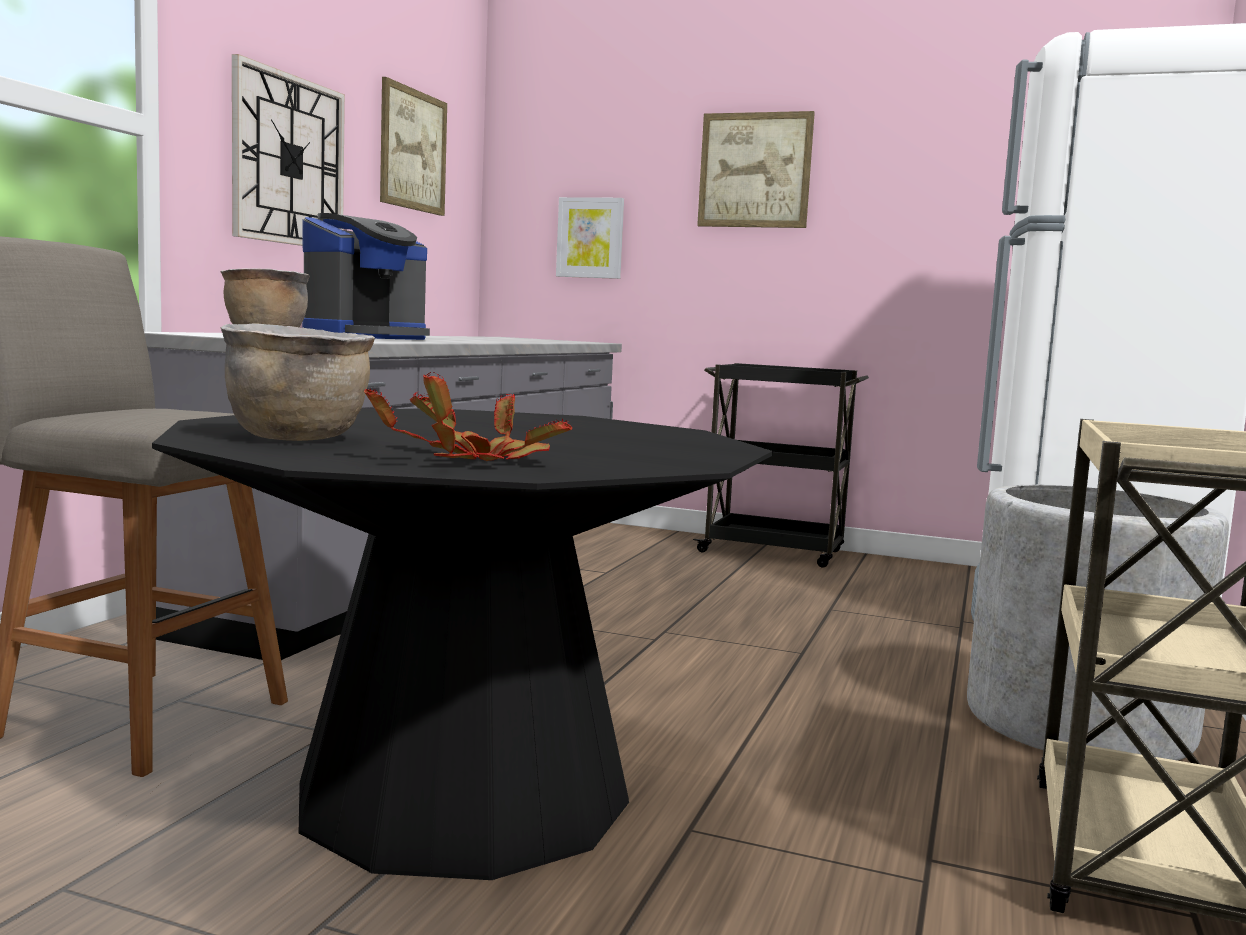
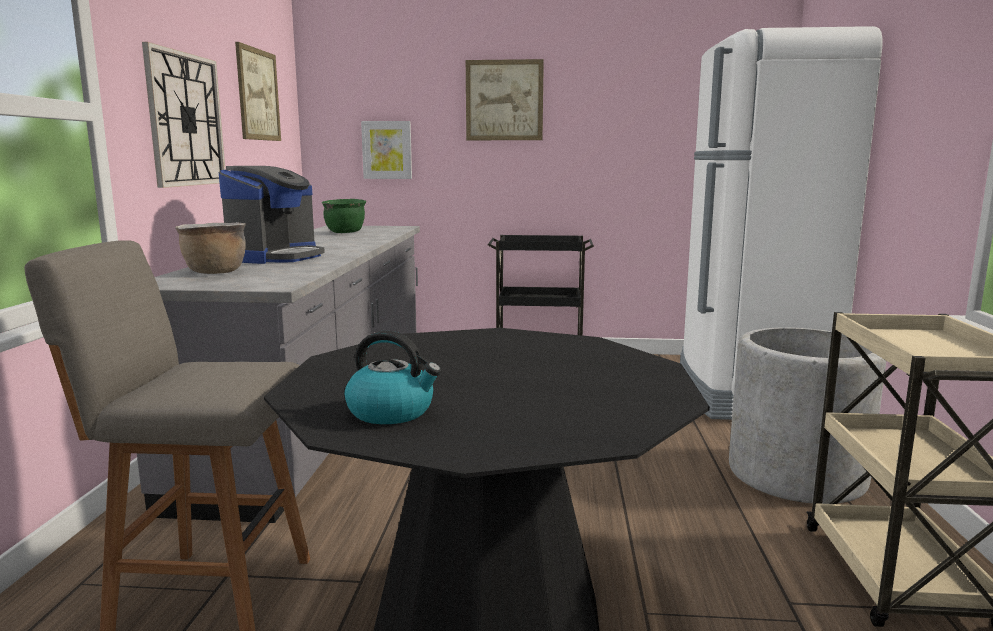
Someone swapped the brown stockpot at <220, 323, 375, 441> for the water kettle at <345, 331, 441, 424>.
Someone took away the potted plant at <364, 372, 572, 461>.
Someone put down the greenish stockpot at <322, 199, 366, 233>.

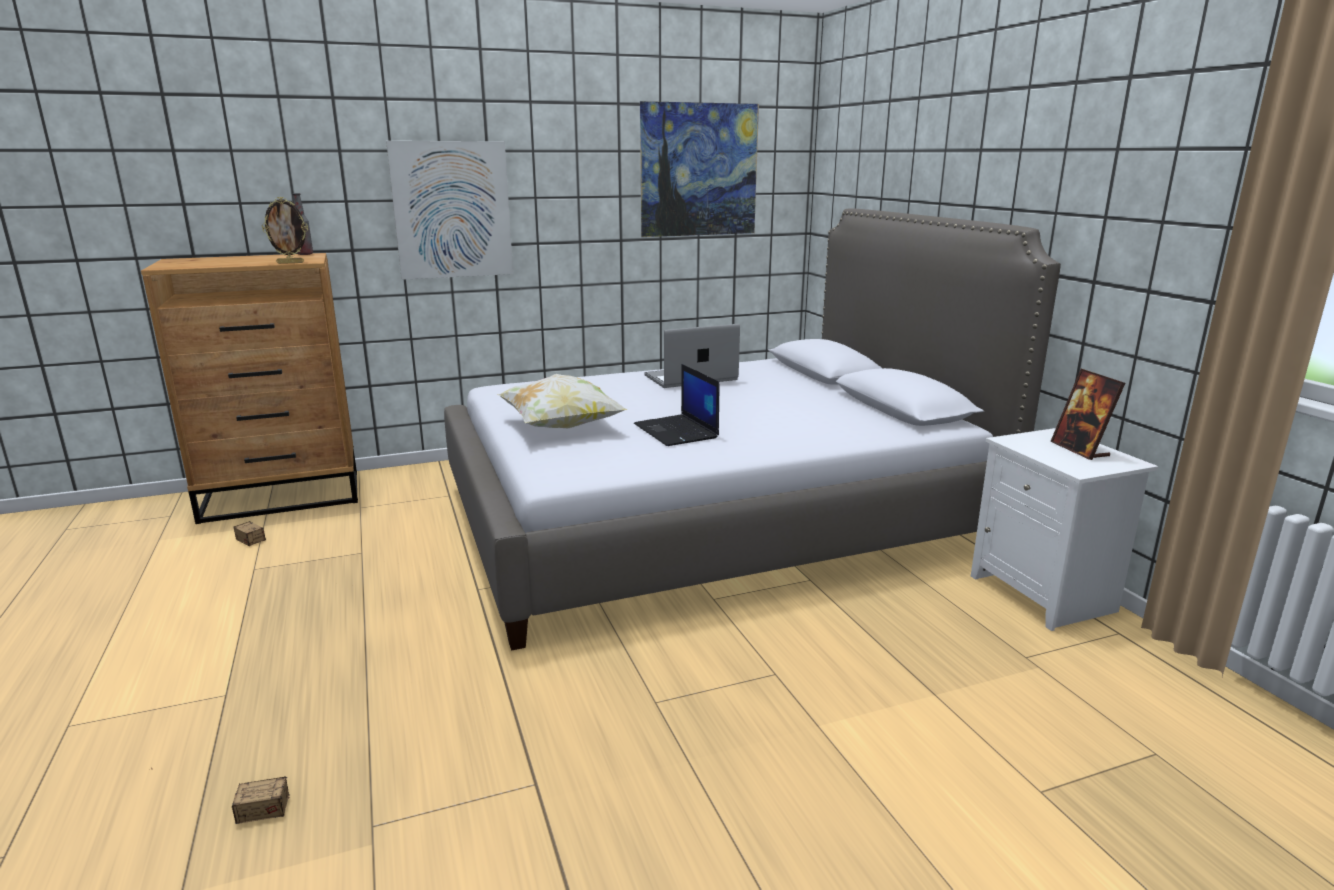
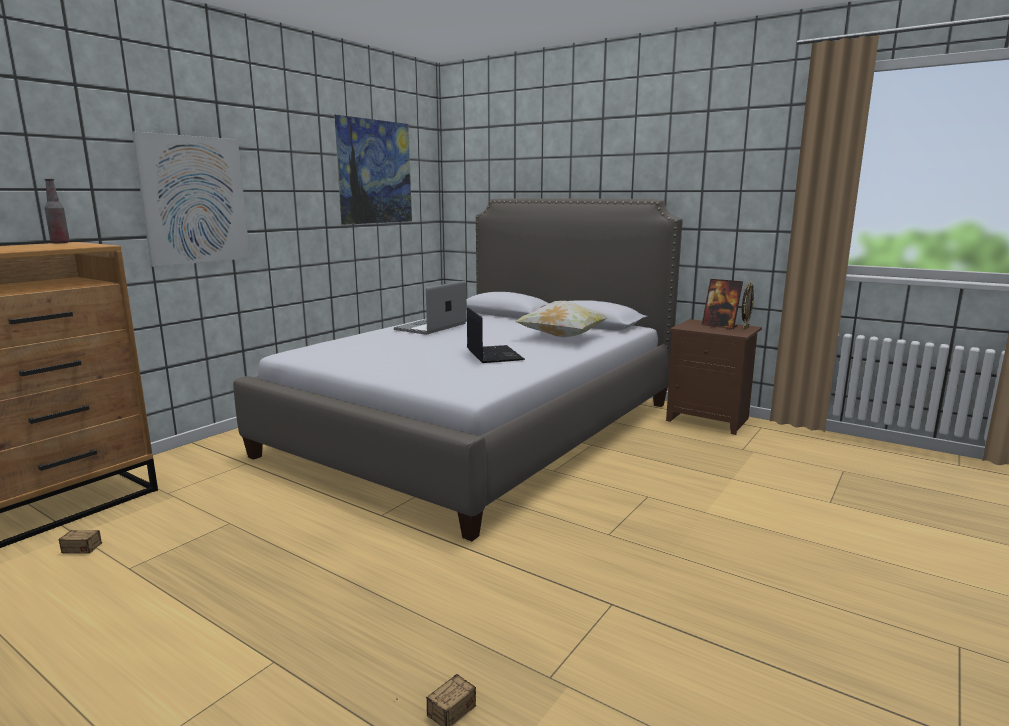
Someone carried the standing frame from <262, 197, 308, 264> to <742, 282, 754, 330>.
Someone carried the cushion from <497, 374, 627, 428> to <514, 301, 609, 338>.
Someone rotated the laptop at <634, 364, 719, 446> by 135 degrees counterclockwise.
Someone repainted the white-coloured bedside table at <971, 428, 1158, 631>, which became the brown bedside table at <666, 319, 762, 435>.

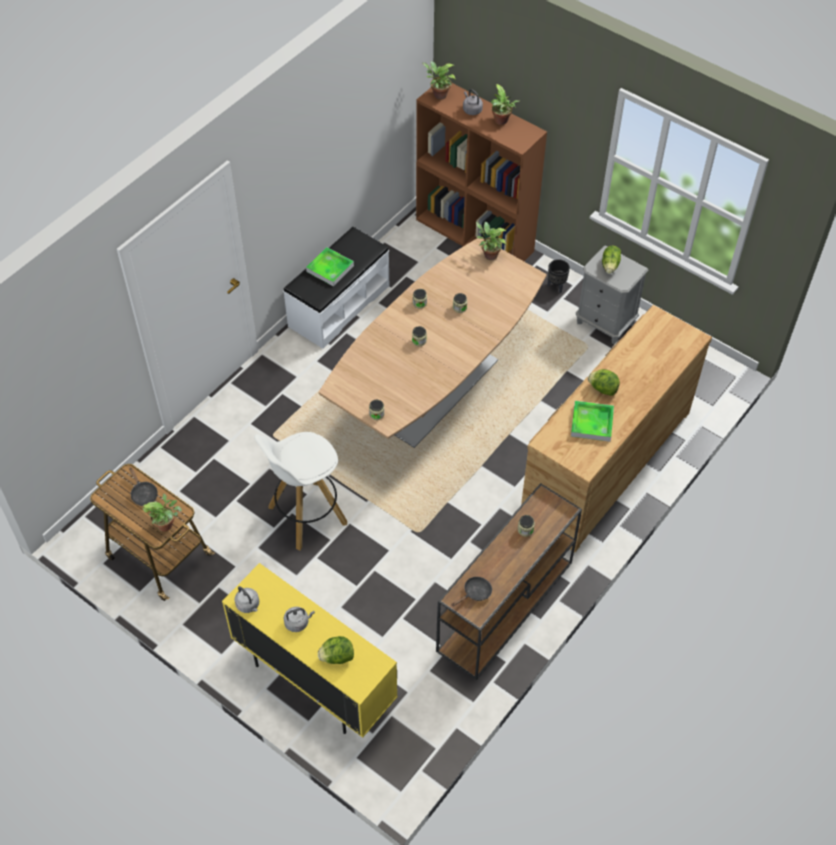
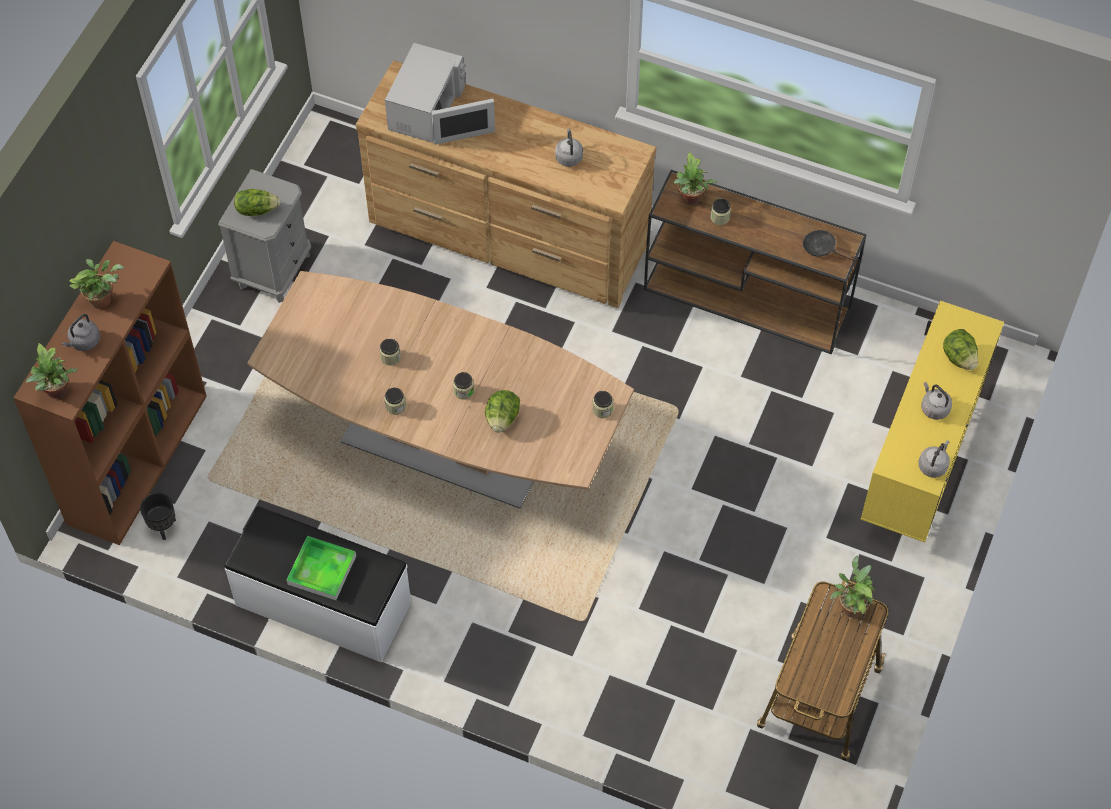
Someone took away the black frying pan at <129, 468, 158, 506>.
Someone took away the white-coloured sitting stool at <254, 432, 347, 550>.
Someone carried the potted plant from <476, 222, 506, 260> to <673, 152, 717, 205>.
Someone carried the black plant pot from <547, 259, 570, 293> to <140, 493, 176, 540>.
Someone swapped the serving tray at <571, 401, 614, 442> for the grey water kettle at <555, 129, 583, 167>.
Someone carried the head of lettuce from <588, 369, 620, 396> to <485, 390, 520, 433>.
Someone put down the white-coloured microwave oven at <385, 43, 495, 145>.

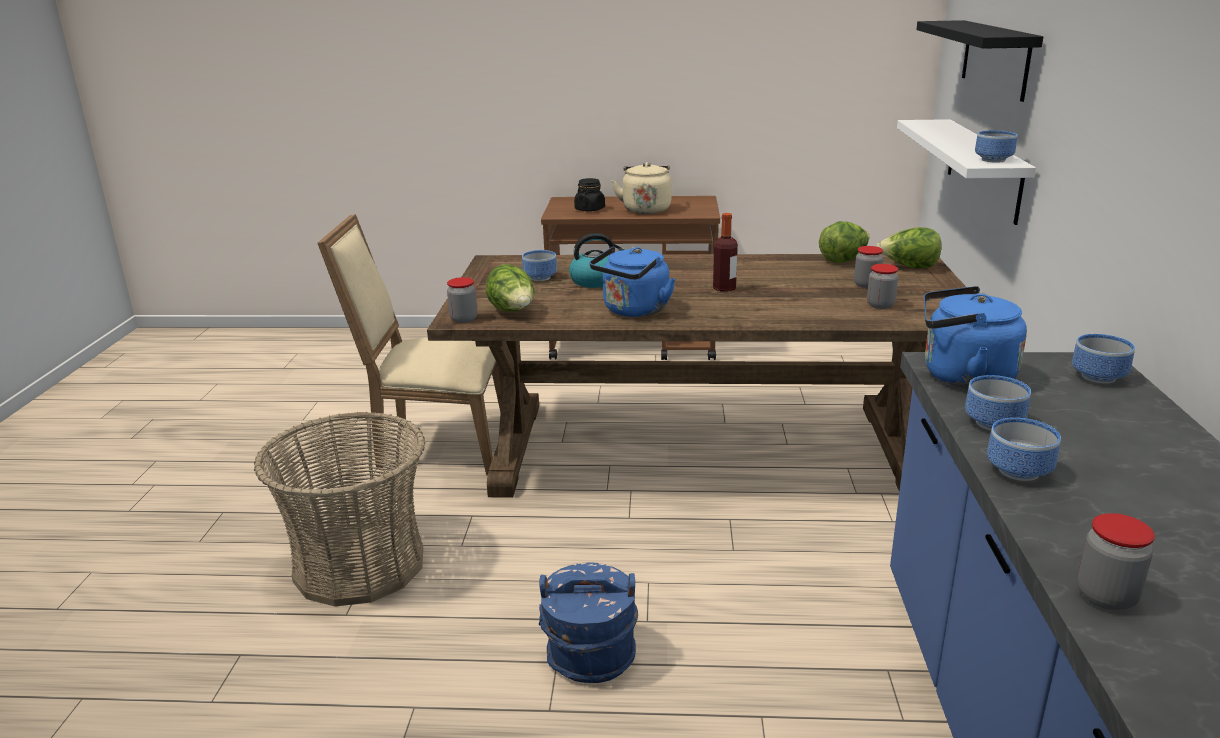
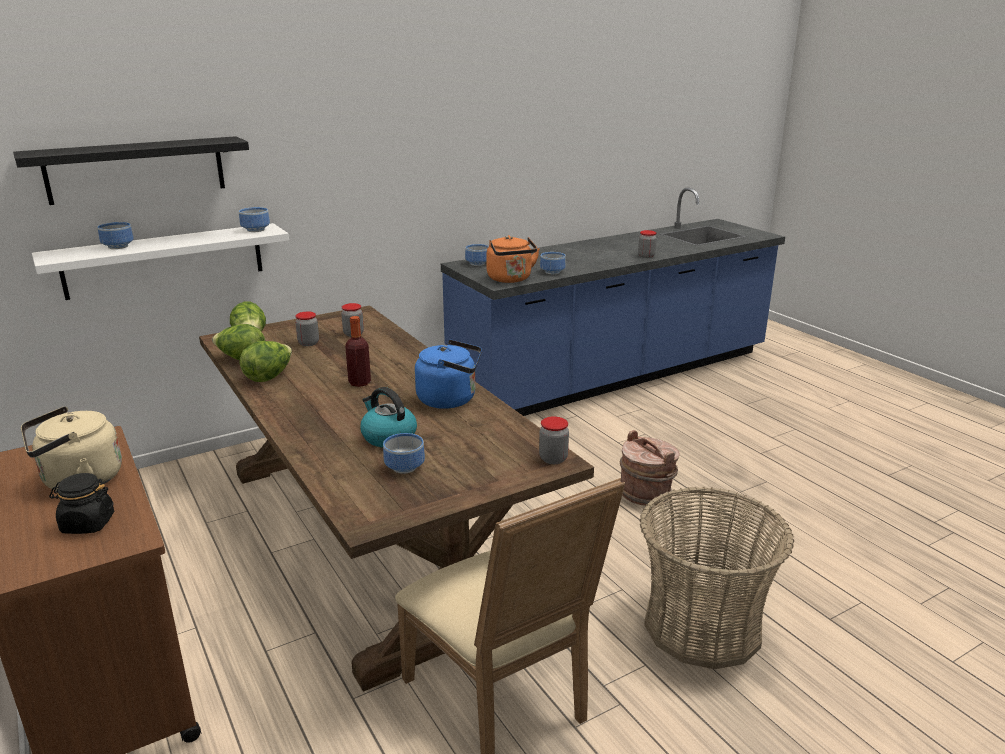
Someone carried the head of lettuce from <486, 264, 534, 311> to <240, 341, 292, 382>.
Someone repainted the bluish bucket at <539, 562, 638, 683>, which became the brown bucket at <620, 430, 680, 506>.
Someone repainted the bluish water kettle at <924, 286, 1027, 389>, which became the orange water kettle at <486, 235, 540, 283>.
Someone carried the serving bowl from <987, 418, 1061, 481> to <97, 222, 134, 249>.

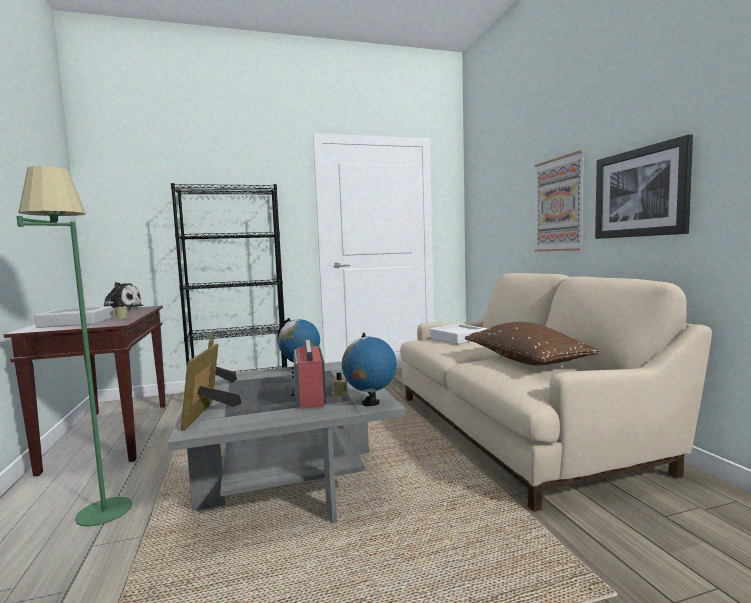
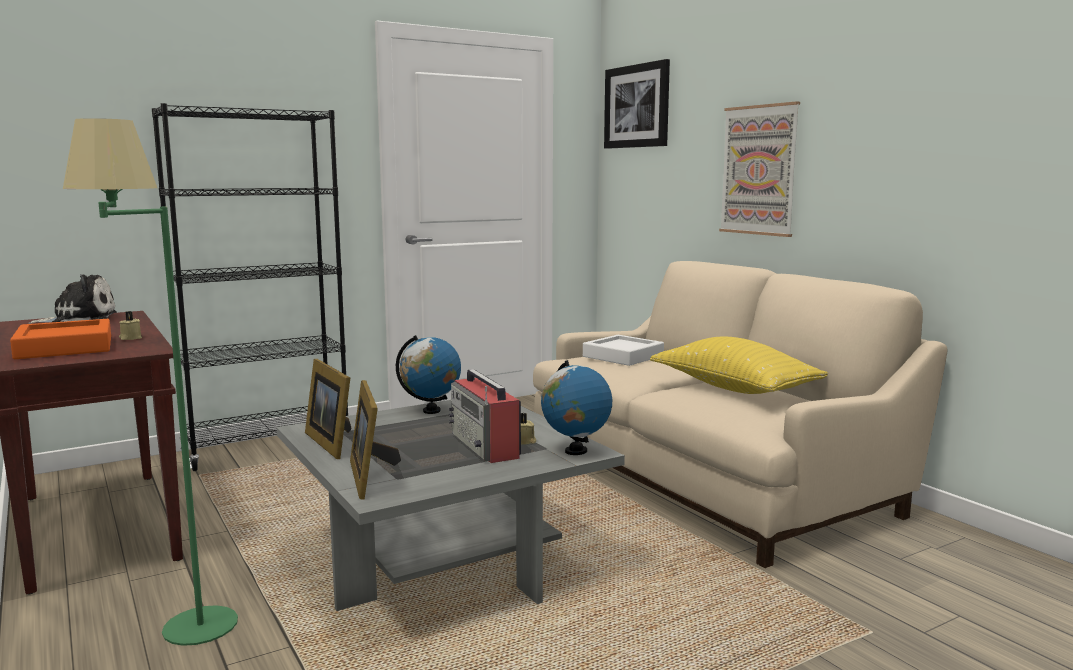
Someone repainted the grey serving tray at <34, 306, 113, 328>, which became the orange serving tray at <10, 319, 111, 359>.
Someone repainted the brown cushion at <465, 322, 600, 366>, which became the yellowish cushion at <650, 337, 828, 394>.
Someone carried the wall picture from <595, 134, 693, 239> to <604, 59, 670, 149>.

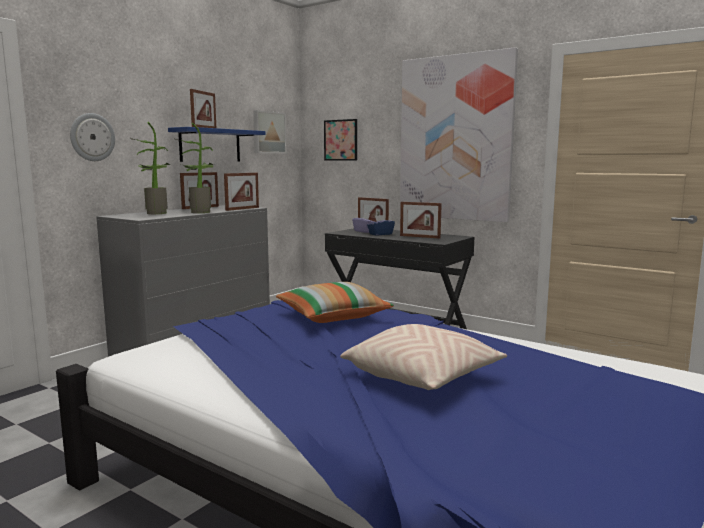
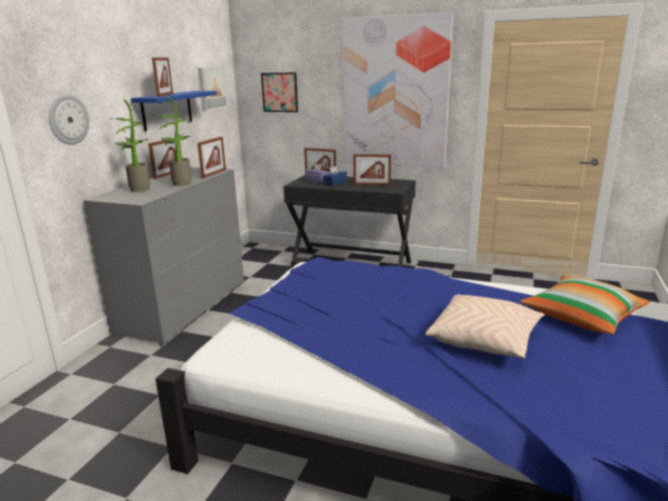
Someone carried the cushion from <276, 282, 394, 323> to <520, 275, 650, 334>.

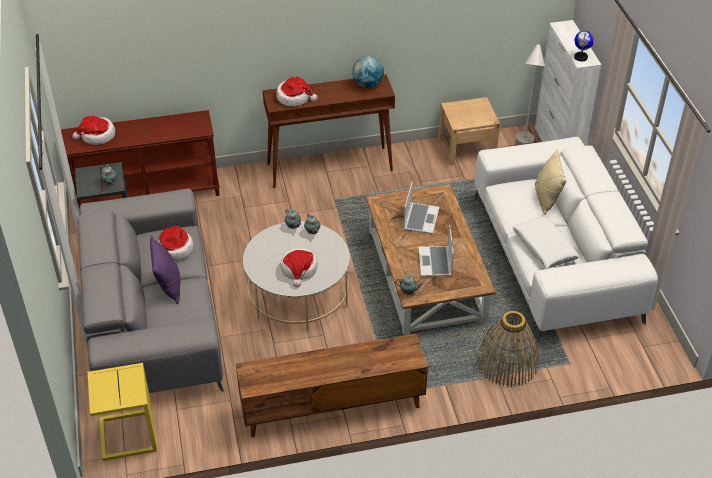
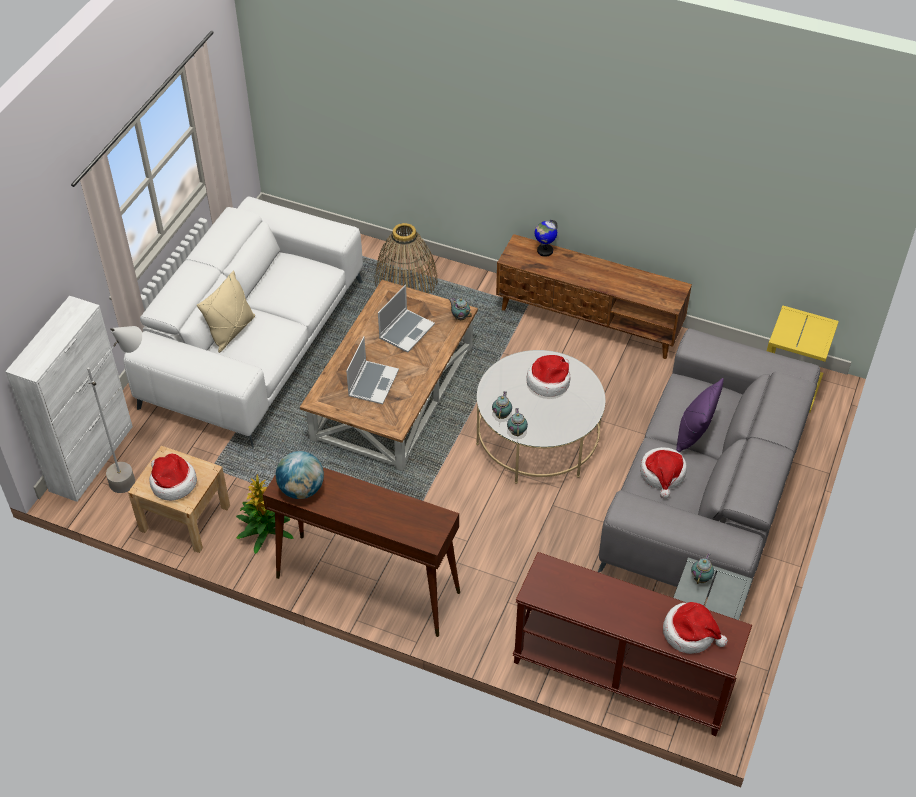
Someone carried the clothing hat from <276, 77, 318, 107> to <149, 453, 197, 501>.
Someone rotated the laptop at <404, 181, 439, 234> by 150 degrees clockwise.
Someone took away the white-coloured cushion at <512, 216, 580, 268>.
Someone carried the desk globe from <574, 30, 594, 61> to <535, 220, 557, 257>.
Someone put down the potted plant at <236, 474, 294, 554>.

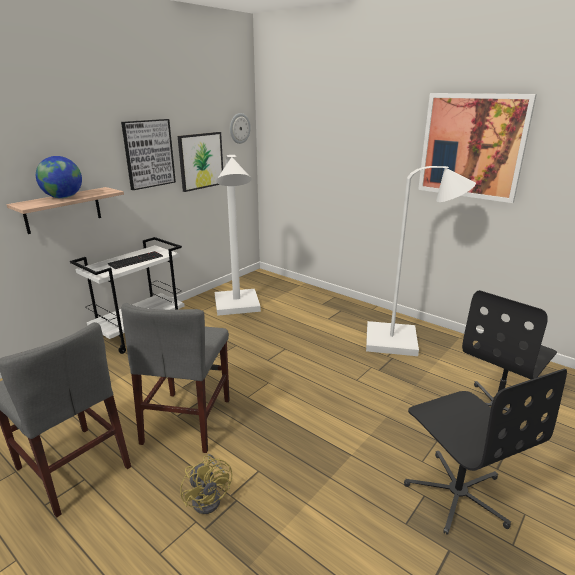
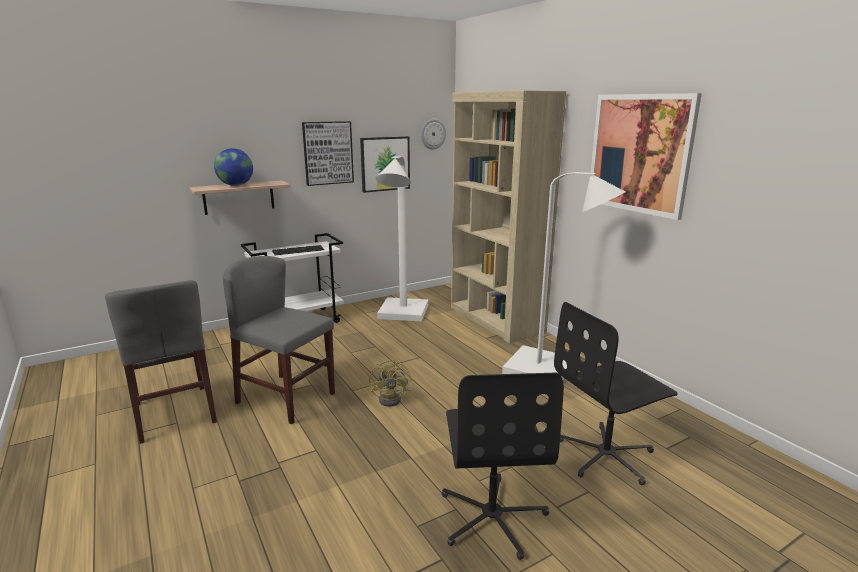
Someone rotated the grey upright chair at <121, 303, 229, 453> by 90 degrees clockwise.
Someone carried the yellowish cooling fan from <180, 454, 232, 514> to <369, 358, 411, 407>.
Someone put down the beige bookcase at <451, 91, 566, 343>.

